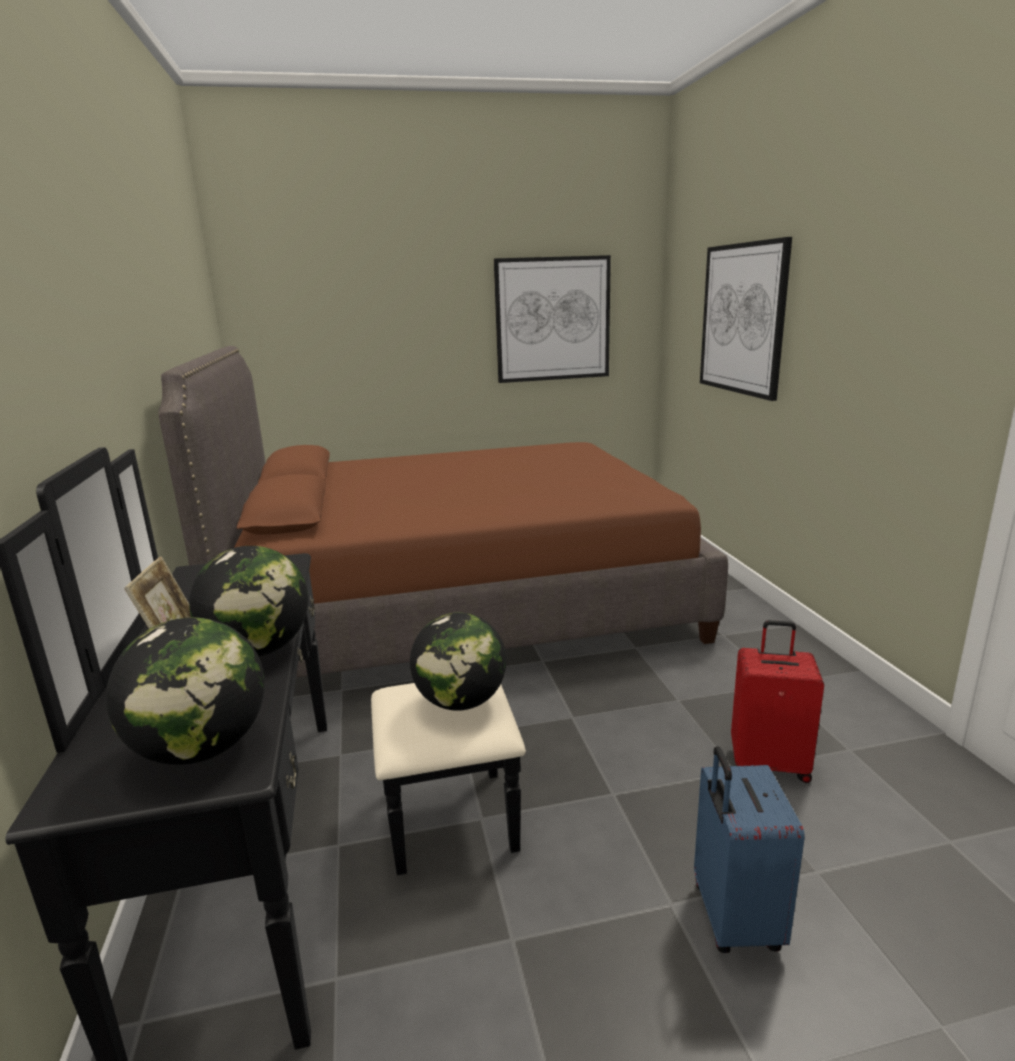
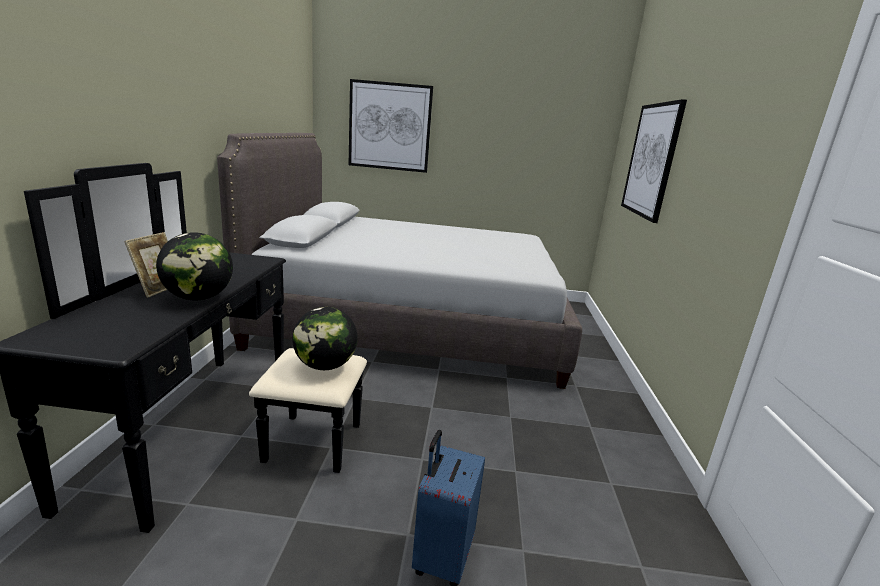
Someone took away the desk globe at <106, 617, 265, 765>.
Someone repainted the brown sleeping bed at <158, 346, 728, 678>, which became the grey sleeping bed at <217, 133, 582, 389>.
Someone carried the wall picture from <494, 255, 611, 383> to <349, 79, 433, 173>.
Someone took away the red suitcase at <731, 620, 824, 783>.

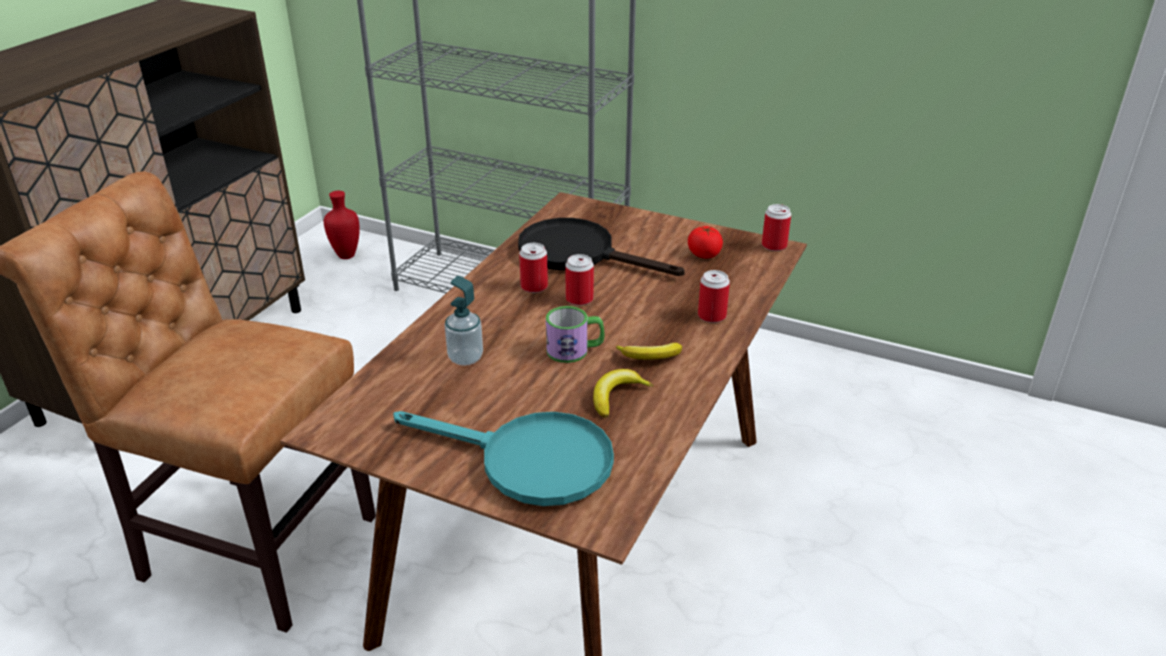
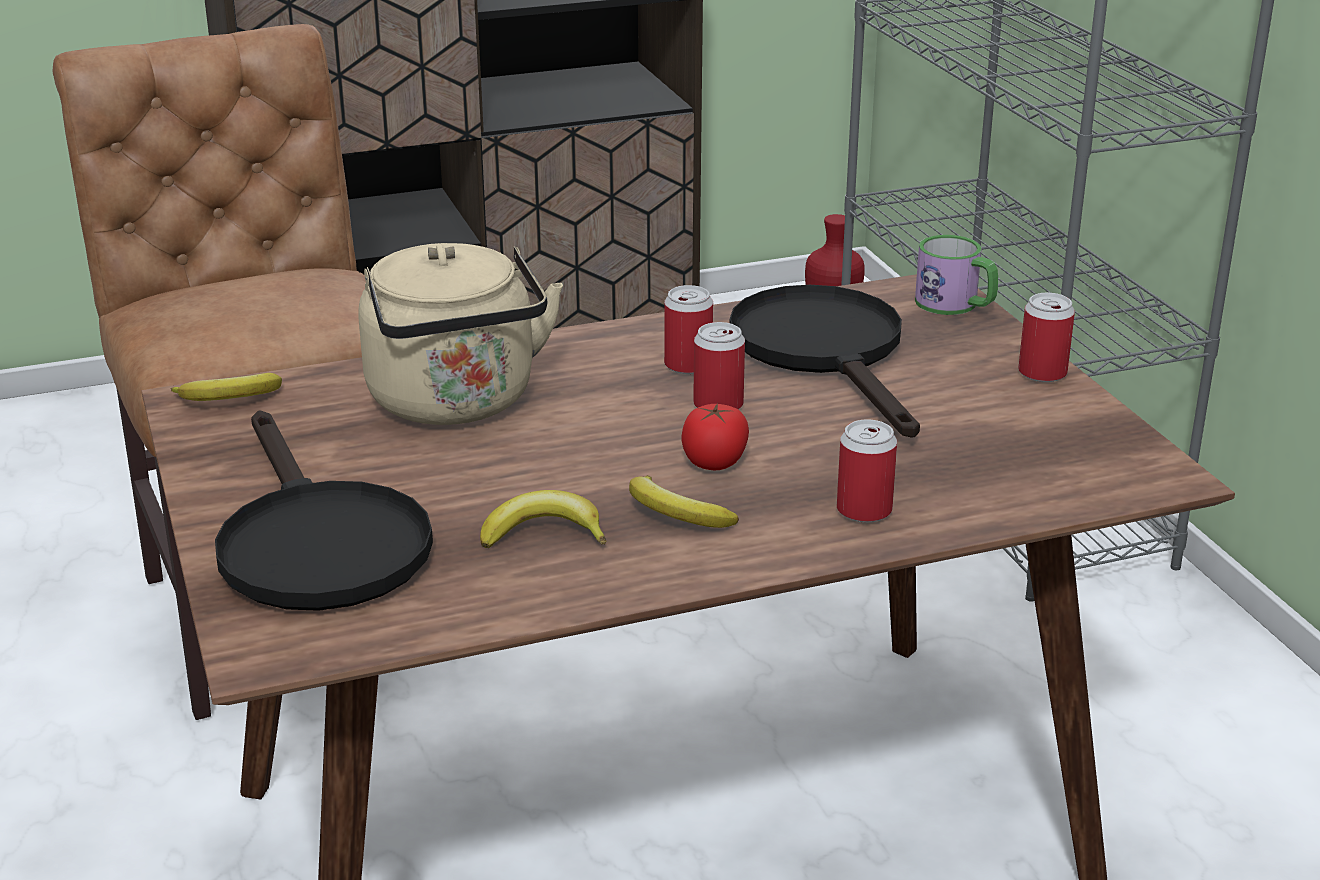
Someone repainted the turquoise frying pan at <393, 411, 614, 506>, which became the black frying pan at <215, 410, 433, 611>.
Someone swapped the soap bottle at <445, 276, 483, 366> for the beige water kettle at <359, 243, 563, 425>.
Someone carried the mug from <546, 306, 604, 363> to <915, 235, 998, 315>.
Someone carried the whole tomato from <688, 226, 723, 259> to <682, 403, 749, 470>.
Someone carried the can from <762, 204, 791, 251> to <1018, 293, 1075, 382>.
Someone put down the banana fruit at <171, 373, 282, 401>.

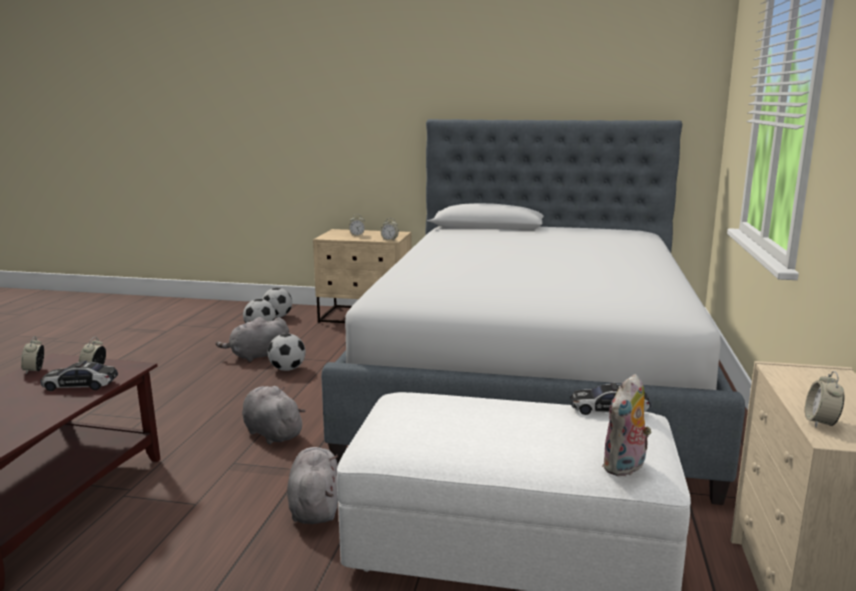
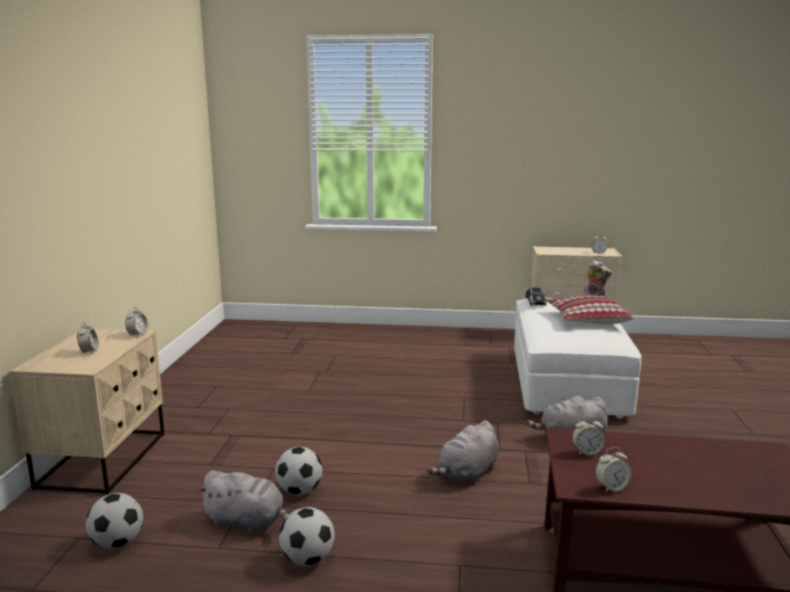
Someone took away the model car at <40, 360, 118, 391>.
Someone rotated the grey soft toy at <216, 317, 289, 362> by 45 degrees counterclockwise.
Someone carried the ball for football from <262, 288, 292, 318> to <279, 507, 335, 566>.
Someone took away the sleeping bed at <321, 119, 745, 505>.
Someone put down the cushion at <546, 295, 634, 324>.

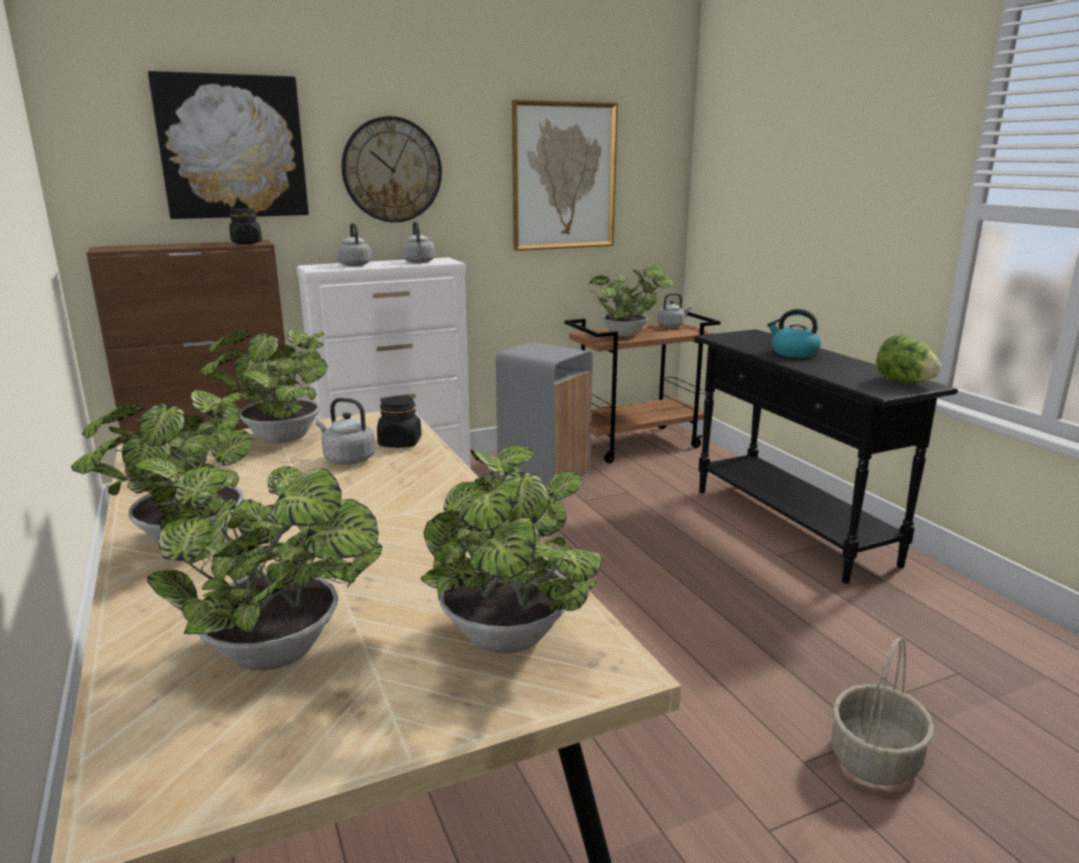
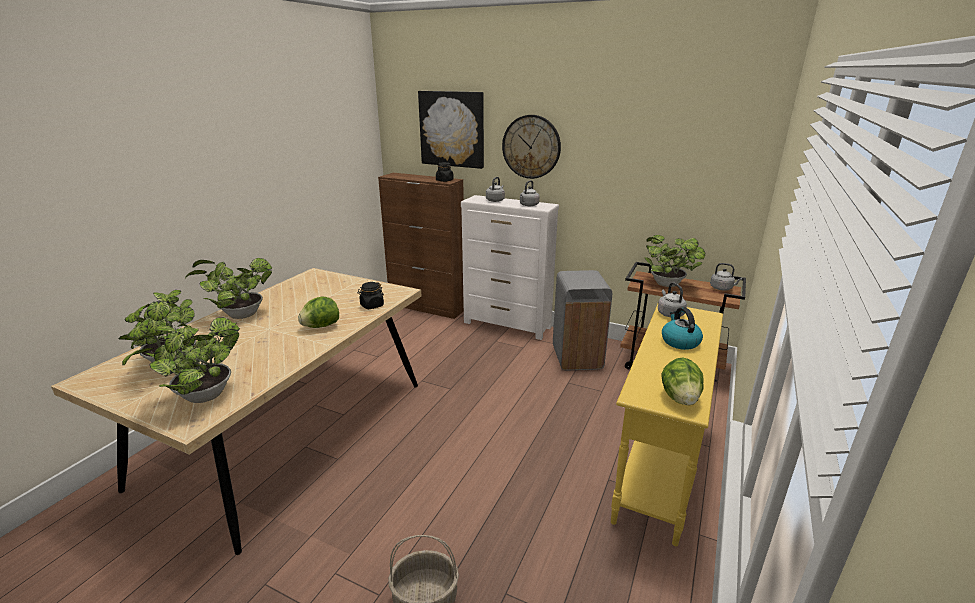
Someone took away the potted plant at <200, 328, 328, 443>.
Someone carried the grey water kettle from <316, 398, 376, 465> to <658, 282, 687, 317>.
Someone took away the wall picture at <512, 100, 618, 251>.
Someone repainted the black hall table at <694, 329, 958, 584>, which became the yellowish hall table at <611, 304, 723, 546>.
Someone put down the head of lettuce at <298, 297, 339, 328>.

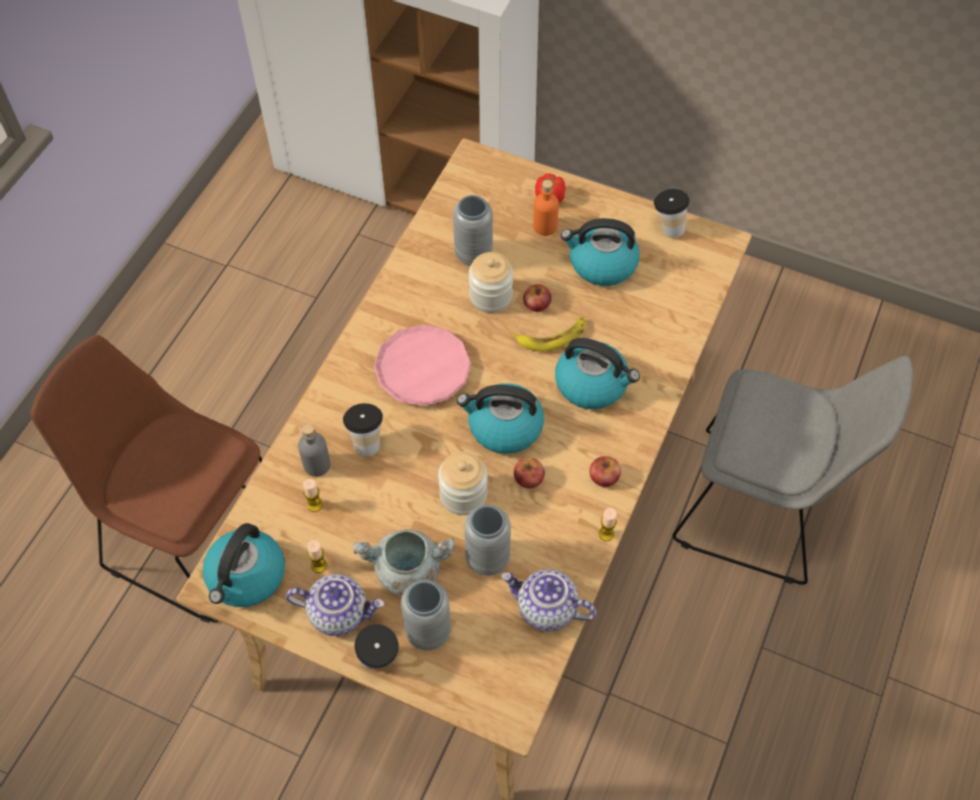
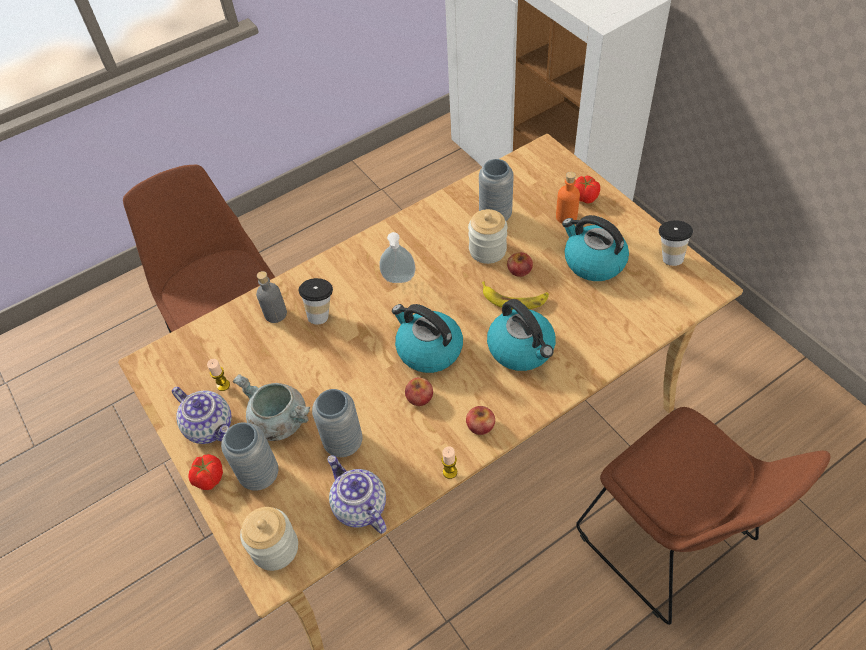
Someone took away the water kettle at <203, 523, 285, 607>.
Someone took away the wax candle at <303, 479, 323, 512>.
Someone swapped the small cup at <355, 624, 399, 669> for the whole tomato at <188, 454, 223, 490>.
Someone swapped the pink flat dish at <374, 324, 471, 406> for the soap bottle at <379, 232, 416, 283>.
Someone carried the preserve jar from <438, 451, 488, 515> to <240, 507, 298, 571>.
Someone repainted the grey upright chair at <673, 356, 913, 585>, which became the brown upright chair at <576, 407, 831, 625>.

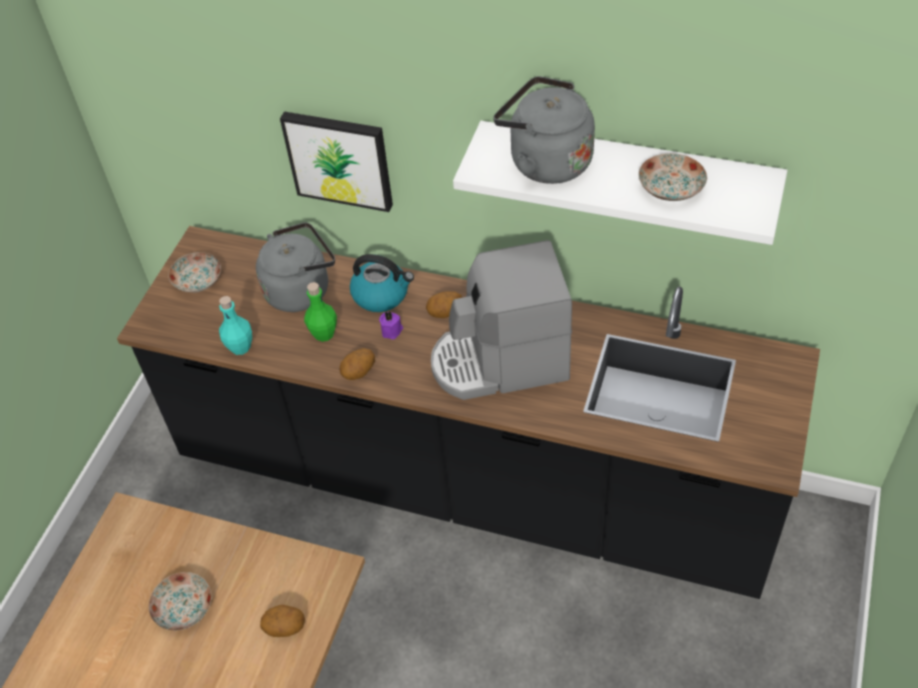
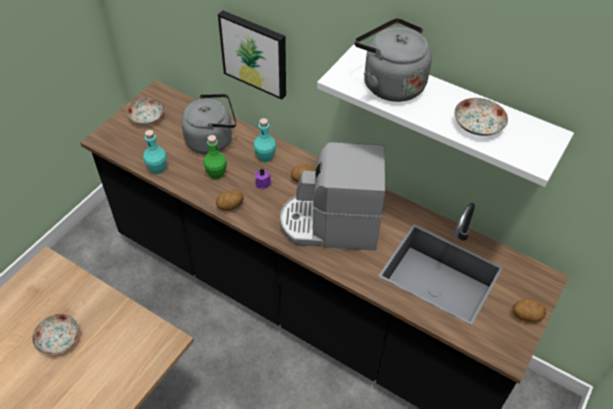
Someone carried the spud from <260, 605, 305, 637> to <513, 299, 546, 322>.
Someone swapped the water kettle at <350, 254, 414, 312> for the turquoise beverage bottle at <254, 118, 276, 162>.

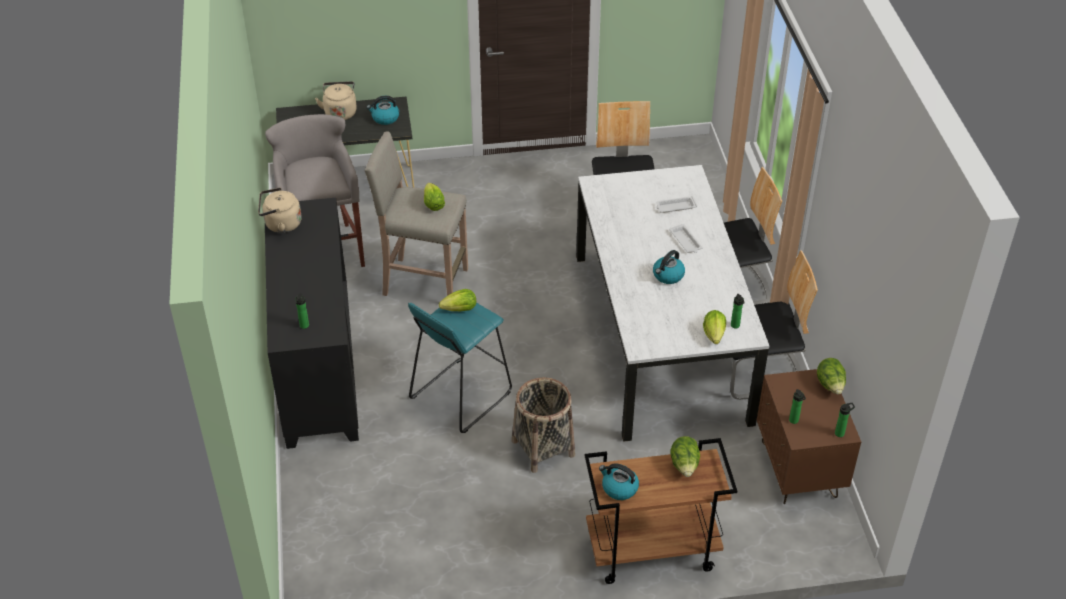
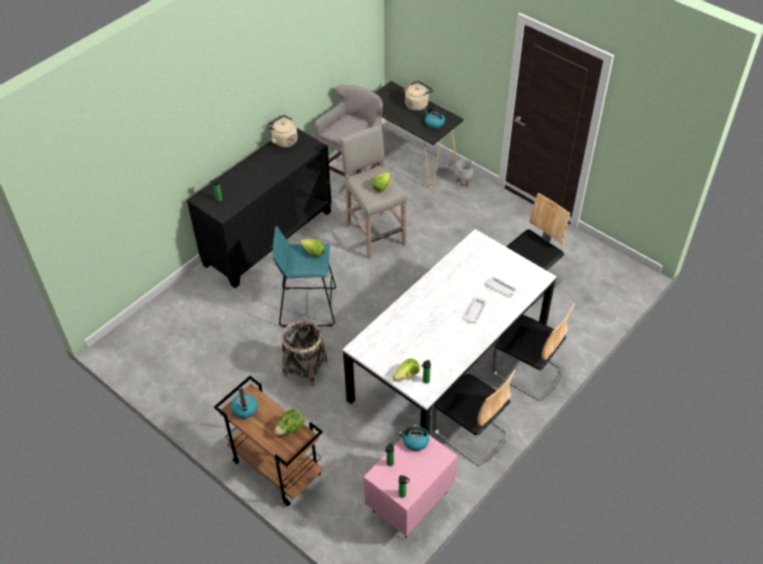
Someone carried the water kettle from <653, 250, 685, 284> to <399, 426, 430, 451>.
Someone repainted the brown bedside table at <757, 369, 861, 504>, which became the pink bedside table at <364, 425, 458, 538>.
Someone took away the head of lettuce at <817, 358, 846, 395>.
Someone put down the grey plant pot at <456, 159, 474, 188>.

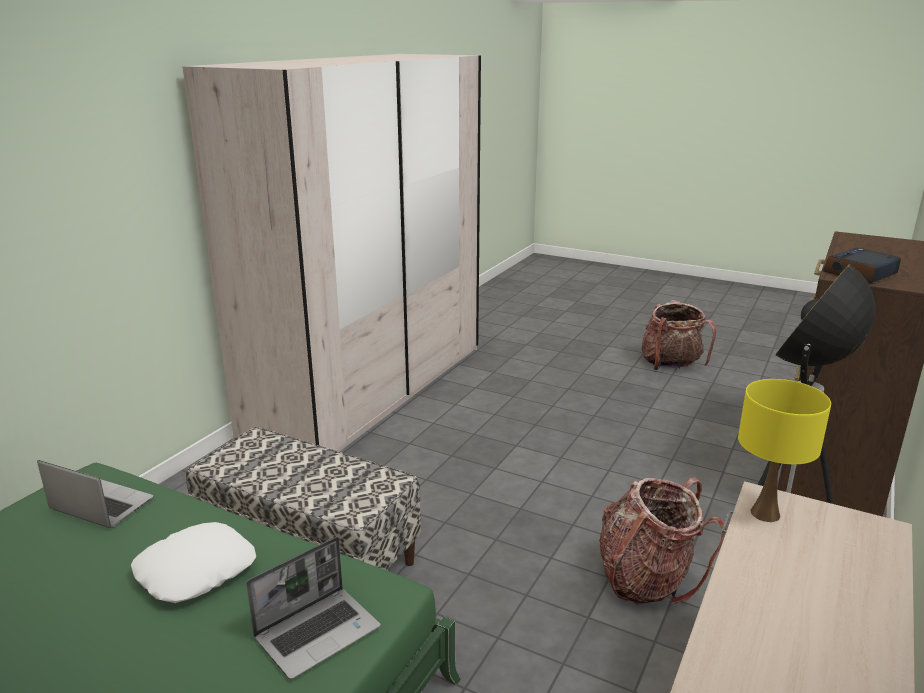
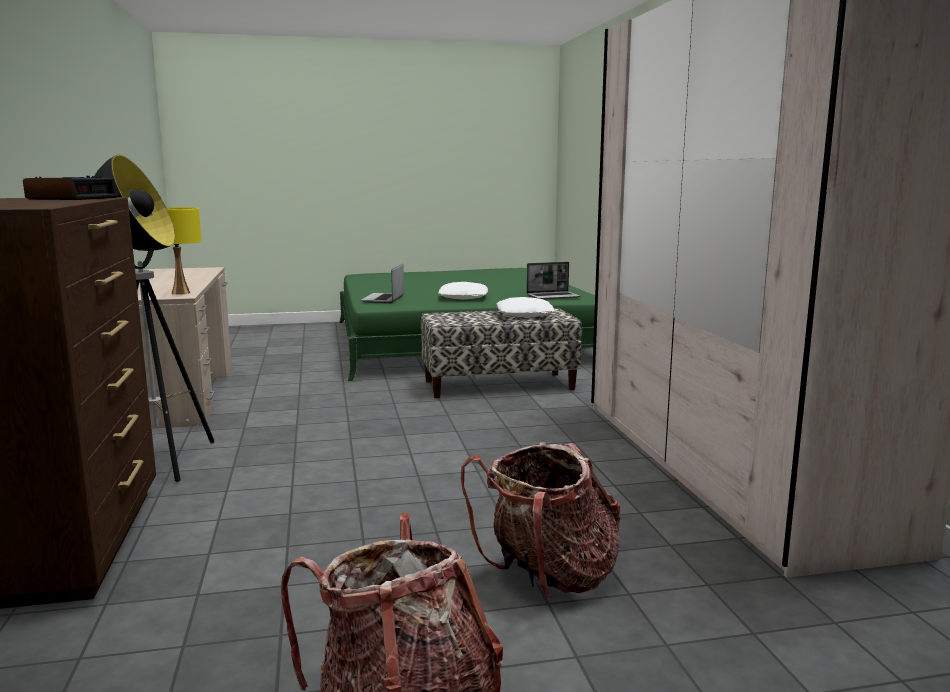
Someone carried the rucksack from <599, 477, 725, 605> to <461, 442, 621, 599>.
Someone put down the white-coloured cushion at <496, 297, 554, 317>.

